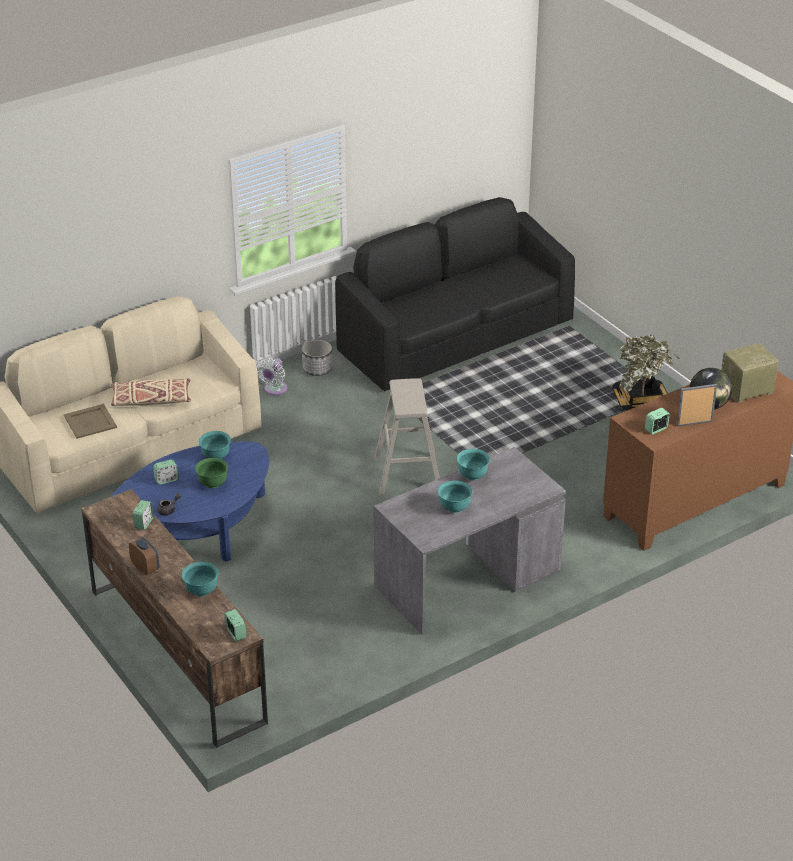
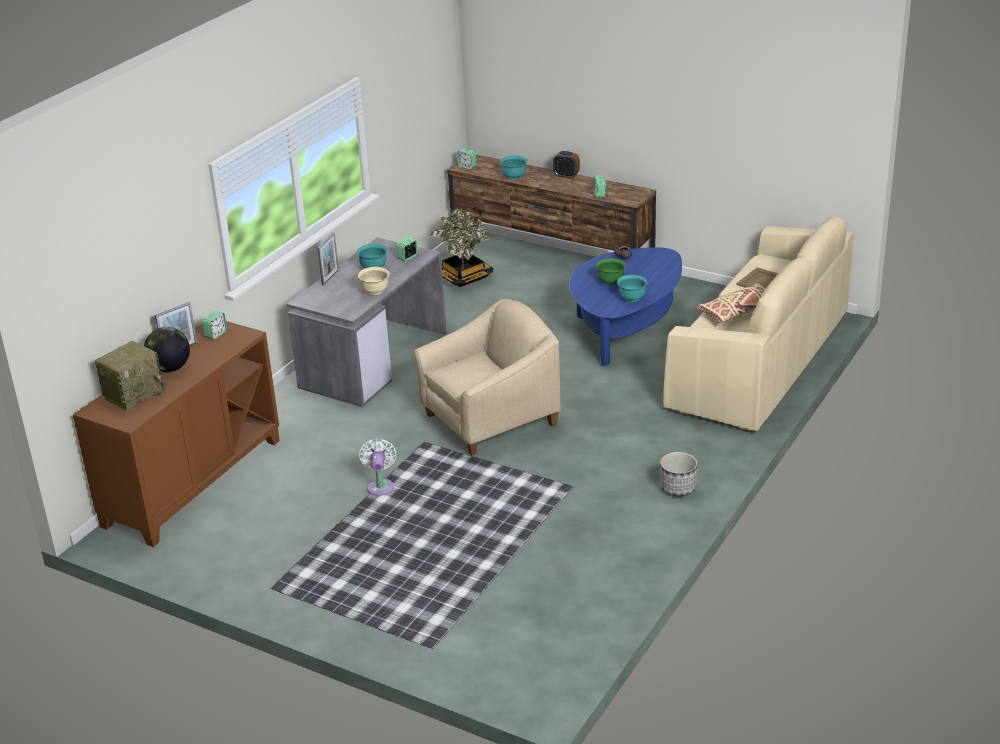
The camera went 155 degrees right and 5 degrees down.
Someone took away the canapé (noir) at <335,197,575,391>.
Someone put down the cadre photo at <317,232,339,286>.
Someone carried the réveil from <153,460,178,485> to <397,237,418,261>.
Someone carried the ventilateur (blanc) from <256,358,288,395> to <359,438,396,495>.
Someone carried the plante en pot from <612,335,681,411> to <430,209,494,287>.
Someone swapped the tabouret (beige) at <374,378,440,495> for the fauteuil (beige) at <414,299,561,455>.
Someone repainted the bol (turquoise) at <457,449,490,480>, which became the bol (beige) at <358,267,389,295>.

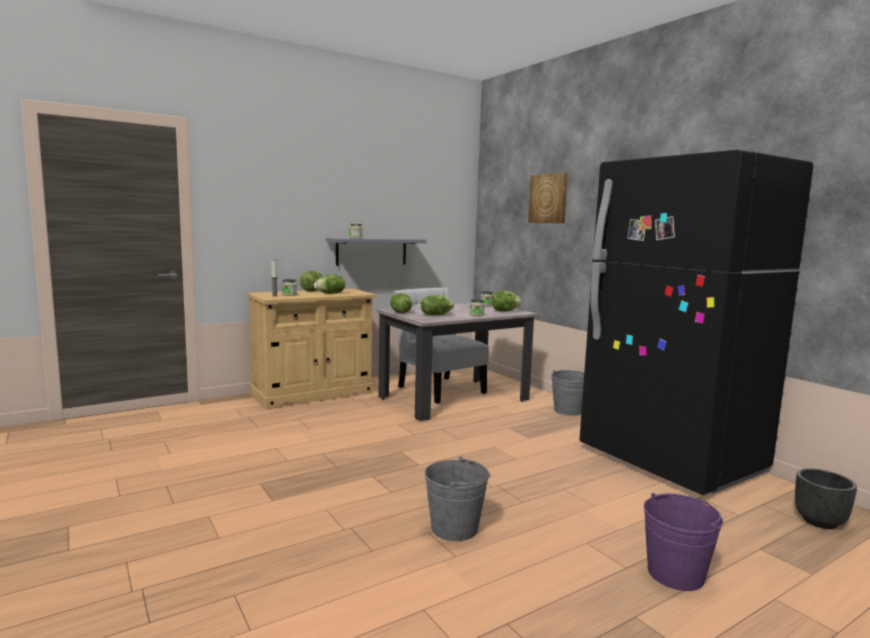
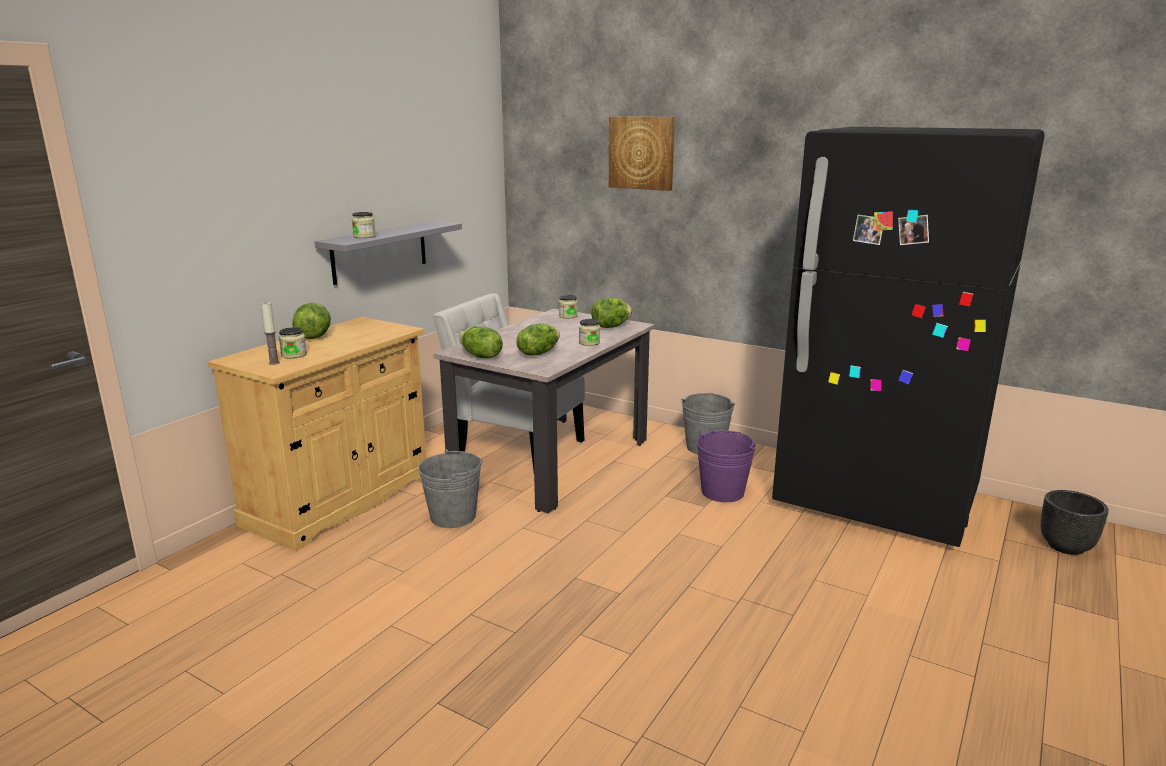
The camera went 25 degrees left and 10 degrees up.
Someone took away the laitue at <314,275,345,294>.
Someone carried the seau (gris) from <424,456,491,541> to <418,449,483,528>.
Someone carried the seau (violet) from <644,493,723,591> to <696,430,756,502>.

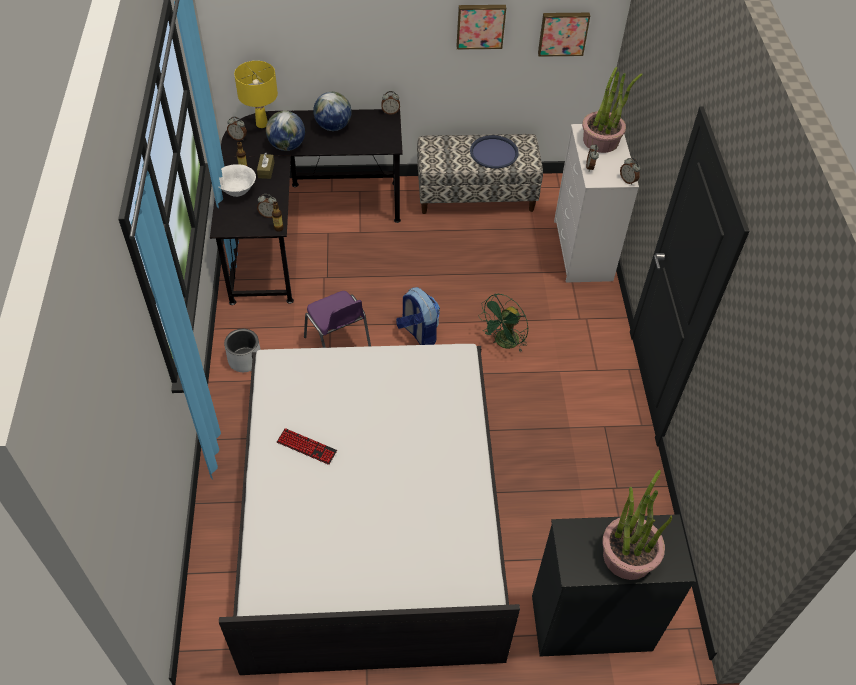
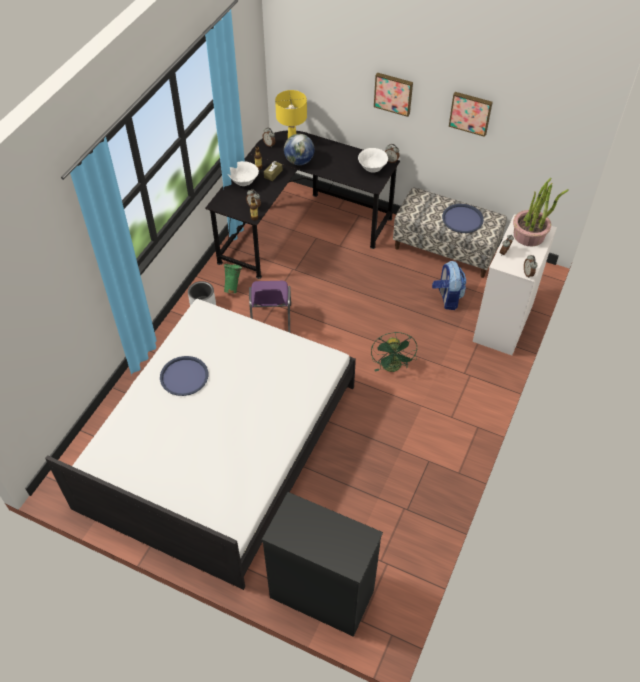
The camera went 30 degrees right and 0 degrees up.
Someone took away the globe at <313,92,352,131>.
Someone took away the plante en pot at <602,470,672,580>.
Someone put down the vase (vert) at <224,264,242,293>.
Someone put down the bol (blanc) at <358,148,388,173>.
Someone carried the sac à dos from <396,287,440,345> to <432,261,466,310>.
Someone carried the tableau from <538,13,590,57> to <374,73,413,117>.
Someone swapped the clavier at <277,428,337,465> for the plateau (bleu) at <160,356,208,396>.
Someone rotated the ventilateur (vert) at <478,293,528,352> by 75 degrees counterclockwise.

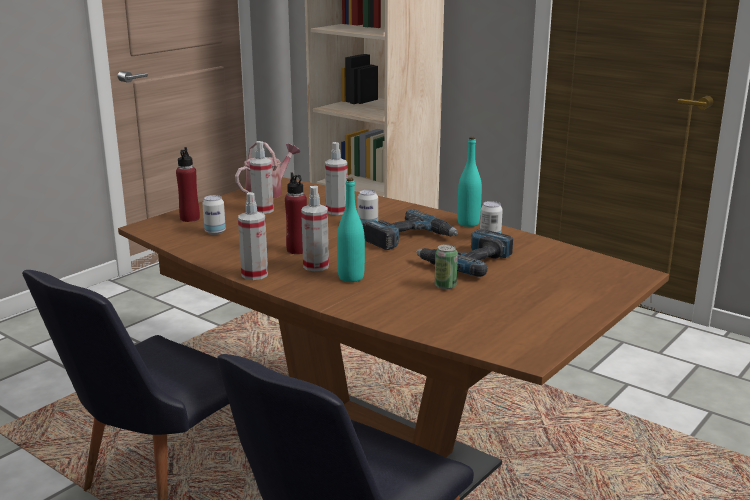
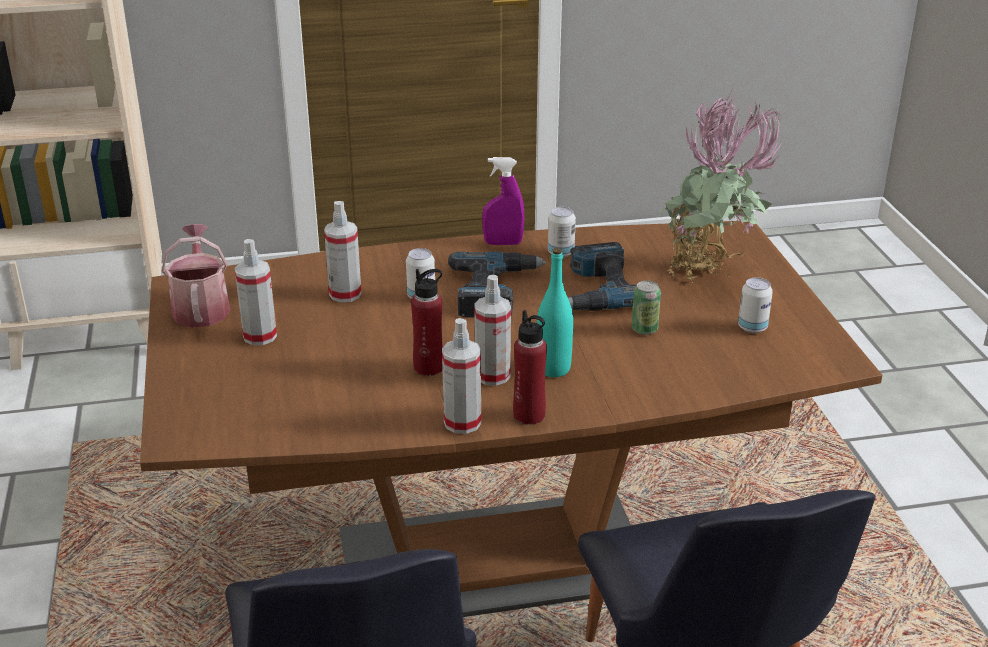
The camera went 50 degrees left and 10 degrees up.
Someone put down the plante en pot at <659,91,781,283>.
Someone carried the bouteille (rouge) from <176,147,200,222> to <513,310,547,425>.
Someone carried the boîte métallique from <203,195,226,235> to <738,277,773,333>.
Someone swapped the bouteille (turquoise) at <457,137,482,227> for the vaporisateur (violet) at <482,157,524,245>.

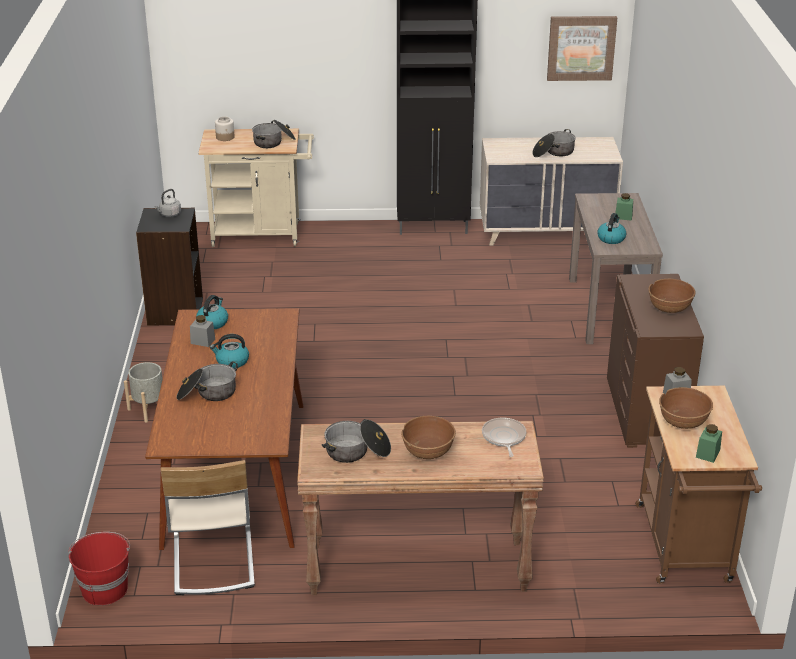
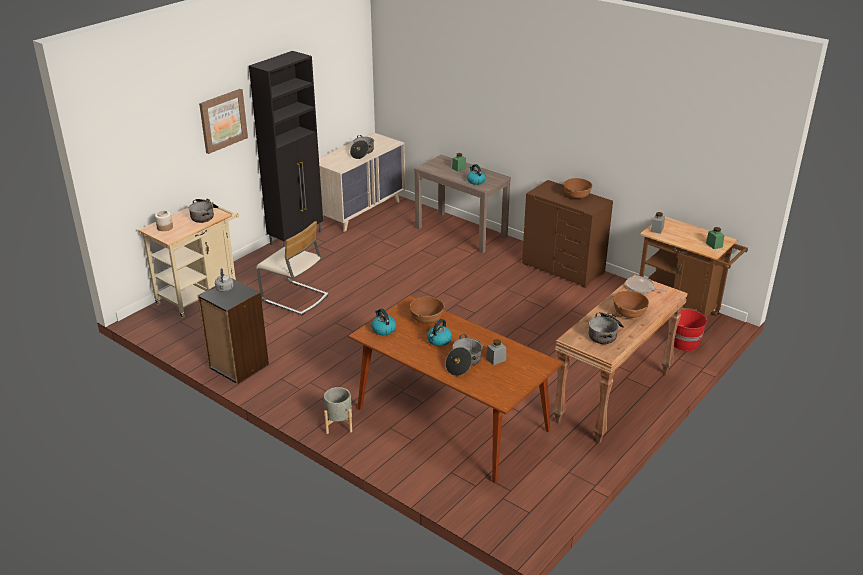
The camera went 50 degrees left and 0 degrees up.
Someone carried the seau (rouge) from <68,532,130,605> to <674,308,707,351>.
Someone carried the chaise (beige) from <161,460,255,595> to <256,221,329,316>.
Someone carried the bocal (gris) from <190,315,215,347> to <486,339,506,365>.
Someone carried the tableau from <547,16,617,81> to <199,89,248,154>.
Someone carried the bol (marron) from <659,387,713,429> to <410,297,444,324>.

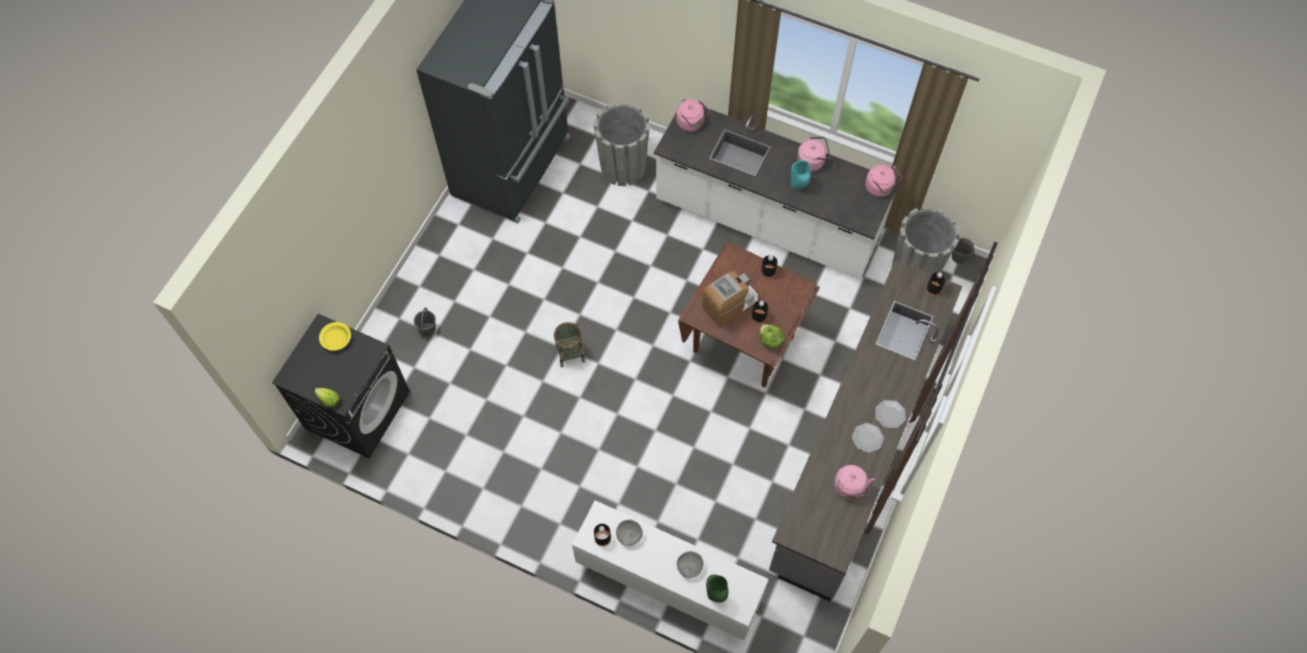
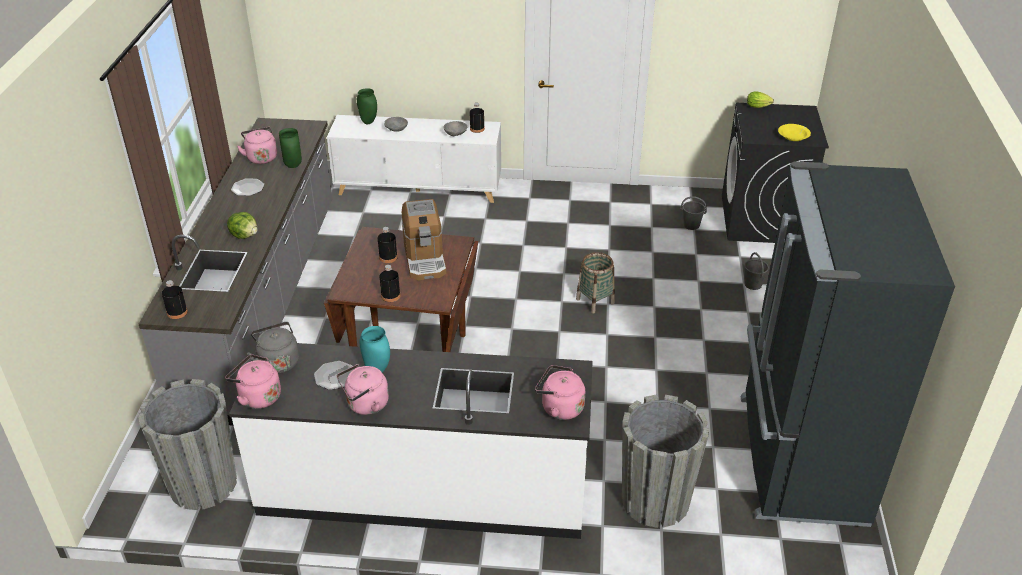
The camera went 160 degrees right and 25 degrees down.
Someone put down the bouilloire (gris) at <247,322,299,374>.
Someone put down the vase (vert) at <279,128,302,168>.
Someone carried the laitue from <760,324,785,349> to <227,212,257,239>.
Someone carried the assiette from <875,400,906,428> to <314,361,354,390>.
Someone carried the seau (gris) from <952,238,975,264> to <681,196,707,230>.
Someone rotated the machine à café at <702,271,758,328> by 45 degrees counterclockwise.

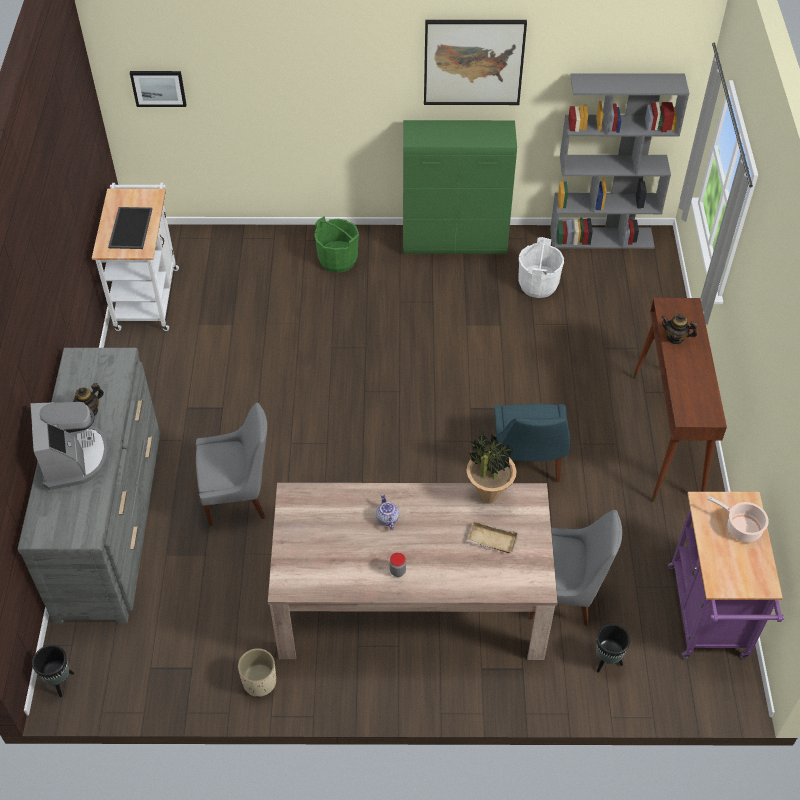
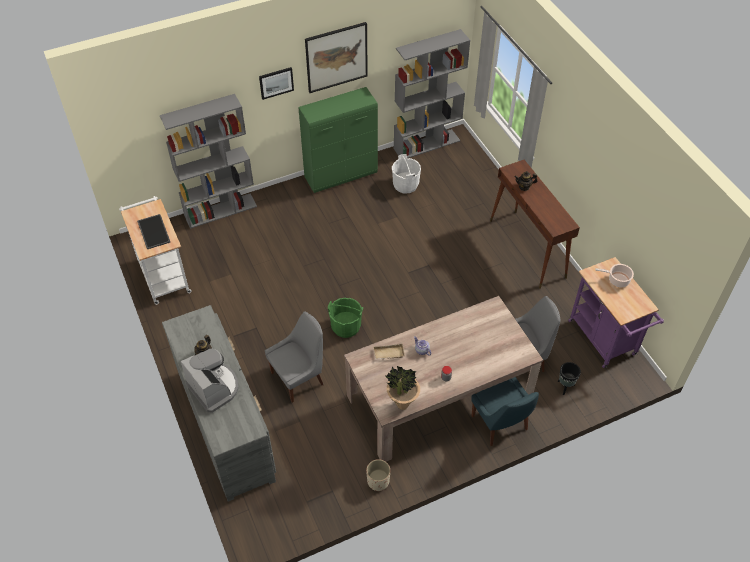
The camera went 25 degrees left and 0 degrees up.
Someone took away the cache-pot (noir) at <32,645,74,697>.
Someone put down the bibliothèque (gris) at <160,94,257,229>.
Someone carried the tableau from <130,71,186,107> to <259,67,294,100>.
Someone carried the seau (vert) from <314,217,359,273> to <328,298,363,338>.
Someone carried the plante en pot from <466,432,517,504> to <385,366,420,410>.
Someone carried the plateau (beige) from <467,521,519,553> to <373,343,405,360>.
Someone carried the chaise (bleu) from <494,404,570,483> to <471,377,539,446>.

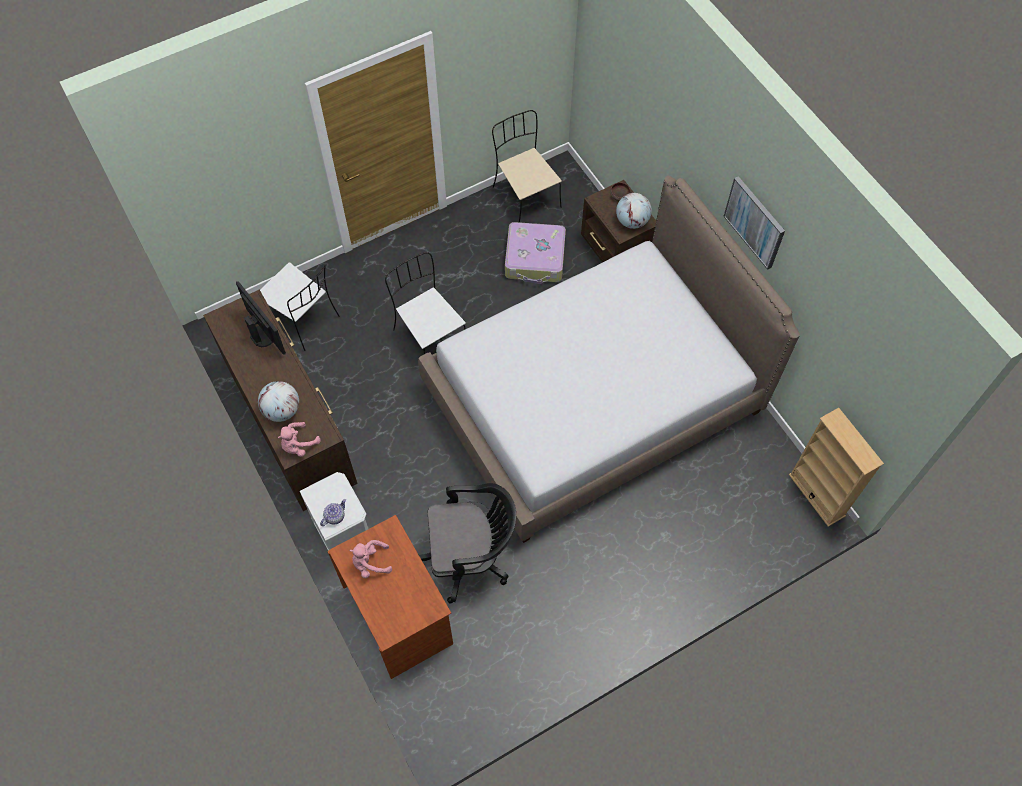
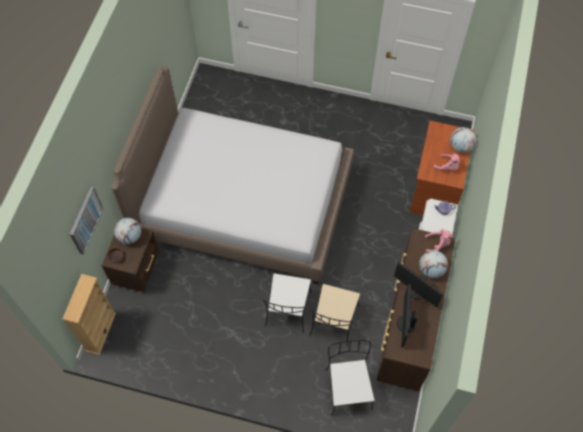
The camera went 135 degrees left and 0 degrees up.
Someone took away the chaise de bureau (noir) at <418,483,516,603>.
Someone took away the valise at <505,222,566,284>.
Someone put down the écran d'ordinateur at <394,262,443,307>.
Someone put down the globe at <450,127,476,153>.
Someone carried the chaise (beige) from <492,110,562,222> to <310,284,360,346>.
Someone carried the tableau from <723,176,785,270> to <70,187,103,255>.
Someone carried the bibliothèque (beige) from <789,408,884,527> to <62,274,116,355>.

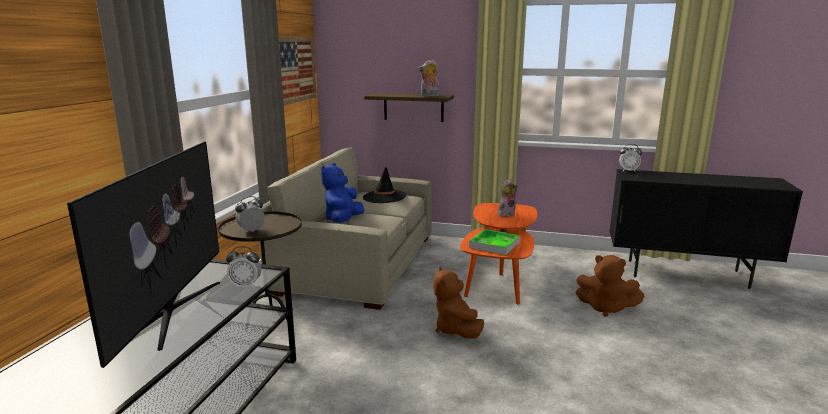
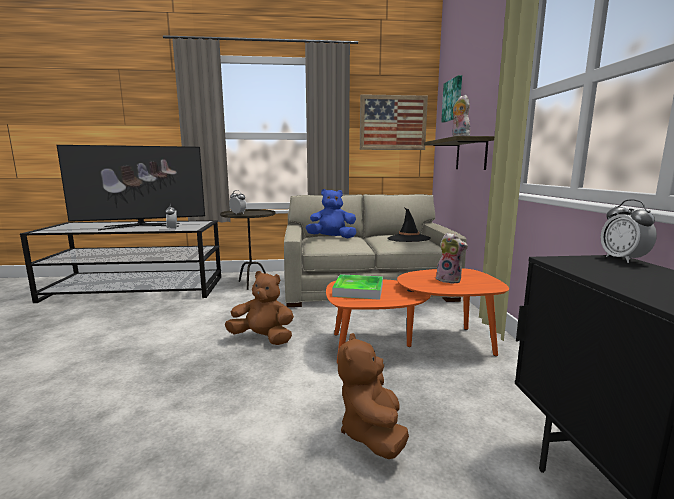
The camera went 70 degrees right and 5 degrees down.
Someone put up the tableau at <441,75,462,122>.
Someone rotated the peluche (marron) at <433,266,484,339> by 45 degrees clockwise.

